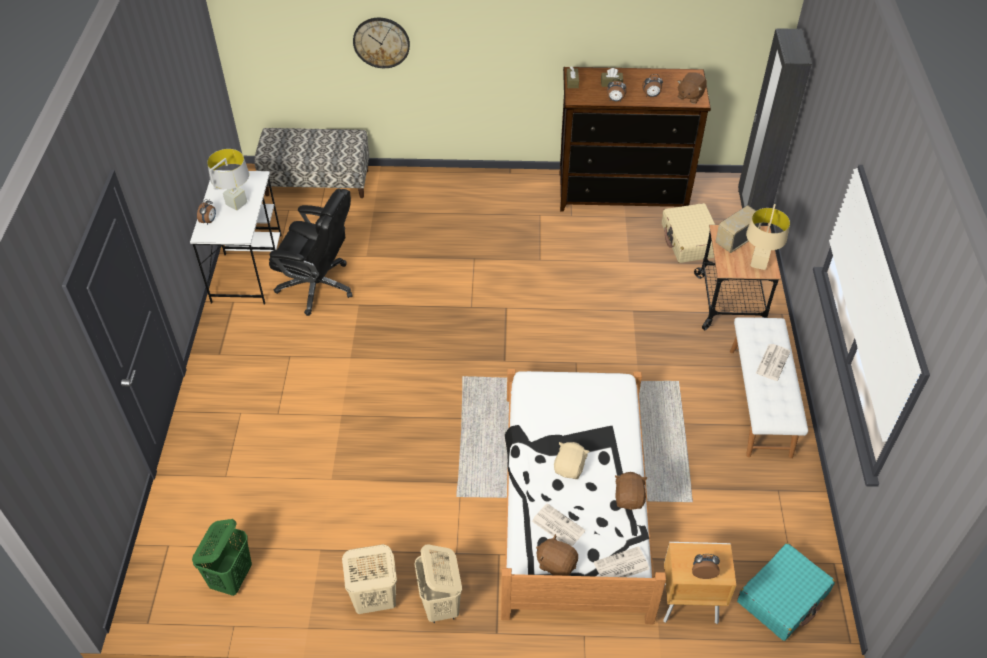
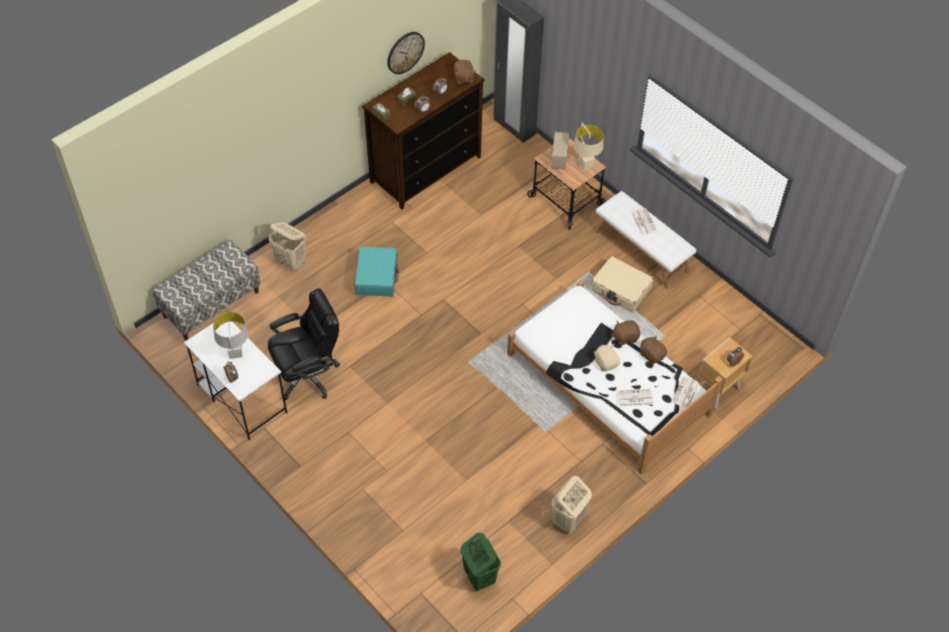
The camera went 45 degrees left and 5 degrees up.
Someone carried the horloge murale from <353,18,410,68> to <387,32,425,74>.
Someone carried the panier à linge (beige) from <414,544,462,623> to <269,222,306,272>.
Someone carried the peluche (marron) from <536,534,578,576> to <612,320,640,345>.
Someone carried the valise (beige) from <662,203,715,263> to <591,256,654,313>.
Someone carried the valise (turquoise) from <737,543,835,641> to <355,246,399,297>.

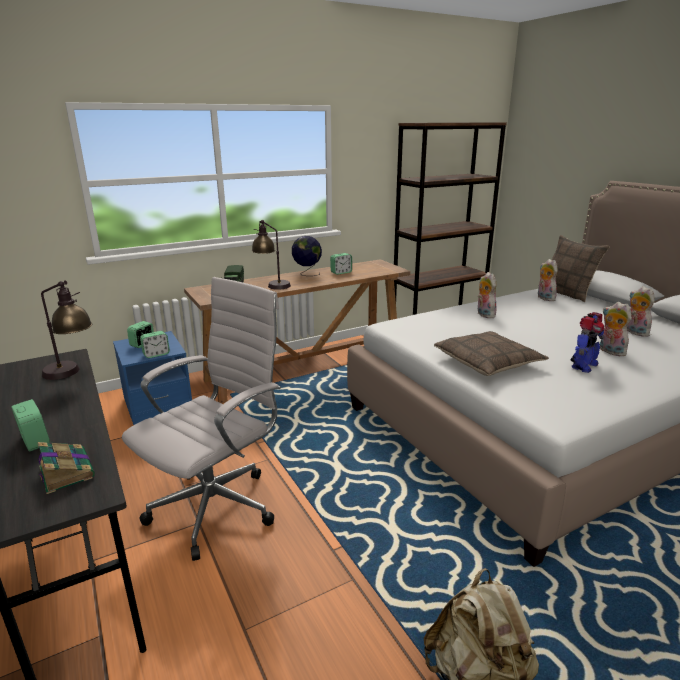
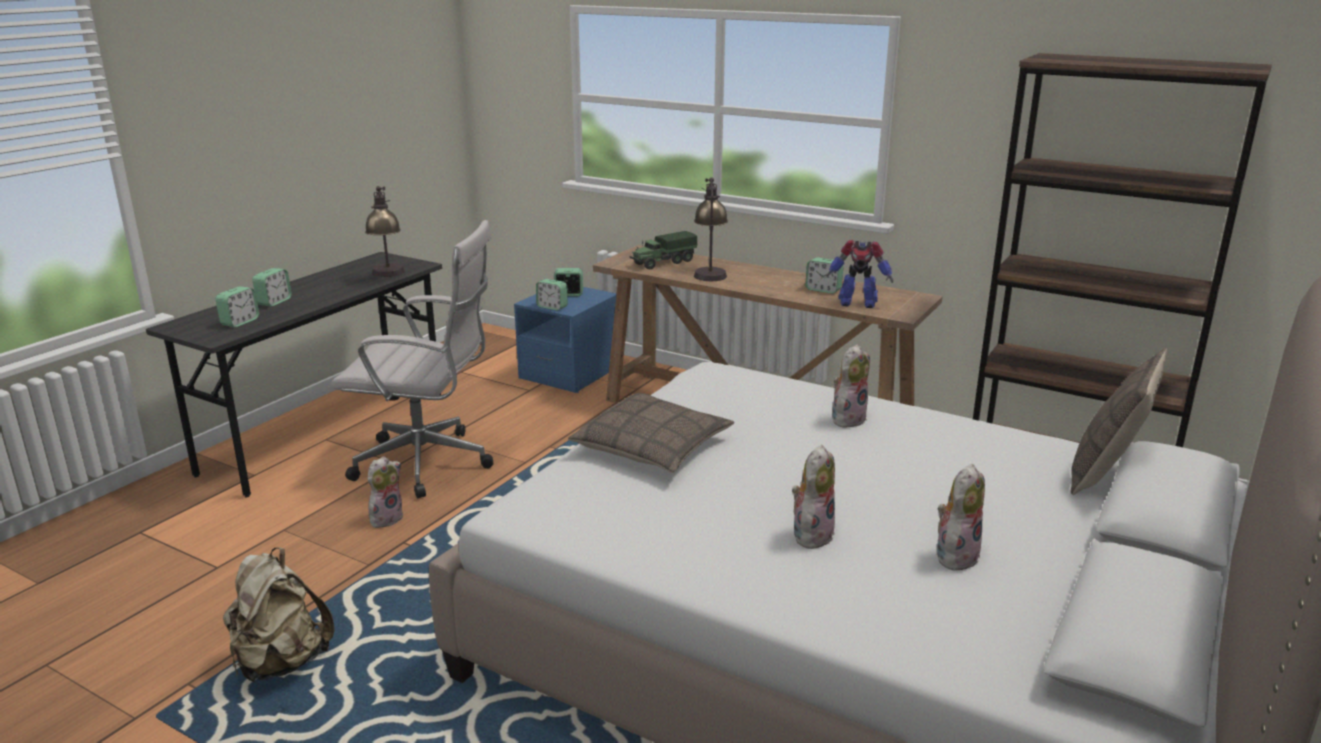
The camera went 60 degrees right and 0 degrees up.
Someone took away the globe at <292,236,322,276>.
Someone carried the peluche from <538,259,558,301> to <368,456,403,528>.
Someone carried the robot jouet from <570,312,604,373> to <826,240,893,308>.
Someone swapped the livre at <37,442,95,494> for the réveil at <215,286,259,327>.

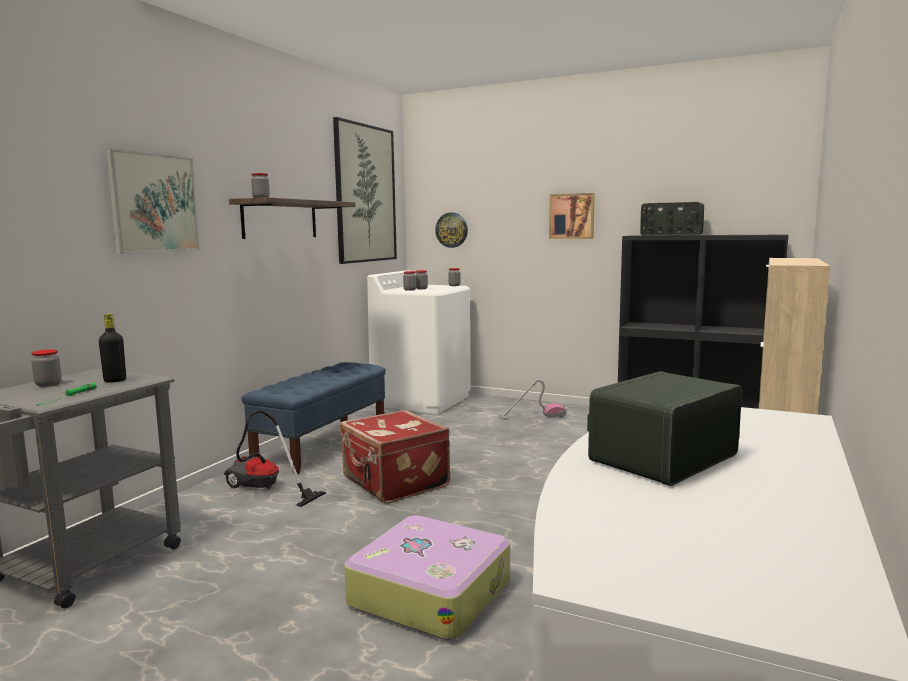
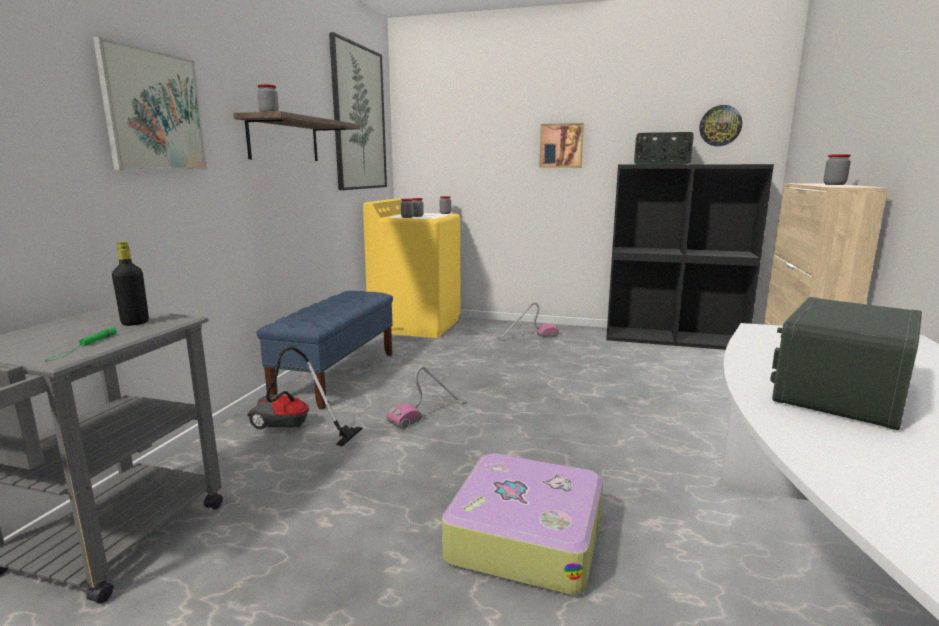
The camera went 10 degrees left and 5 degrees up.
Someone carried the bocal from <31,349,62,387> to <824,154,851,185>.
Someone carried the horloge murale from <435,213,468,248> to <699,105,742,146>.
Someone swapped the valise (rouge) at <340,410,450,504> for the aspirateur at <386,366,467,429>.
Someone repainted the lave-linge (blanc) at <367,270,471,414>, which became the lave-linge (jaune) at <363,199,461,338>.

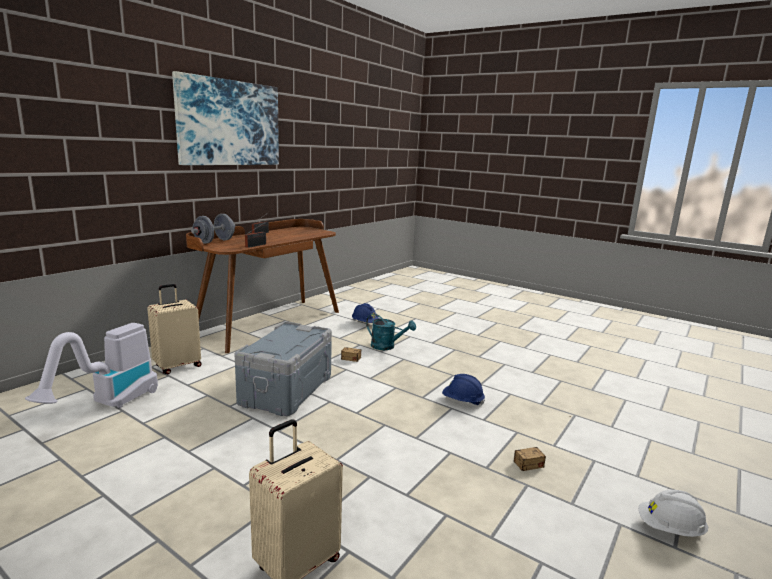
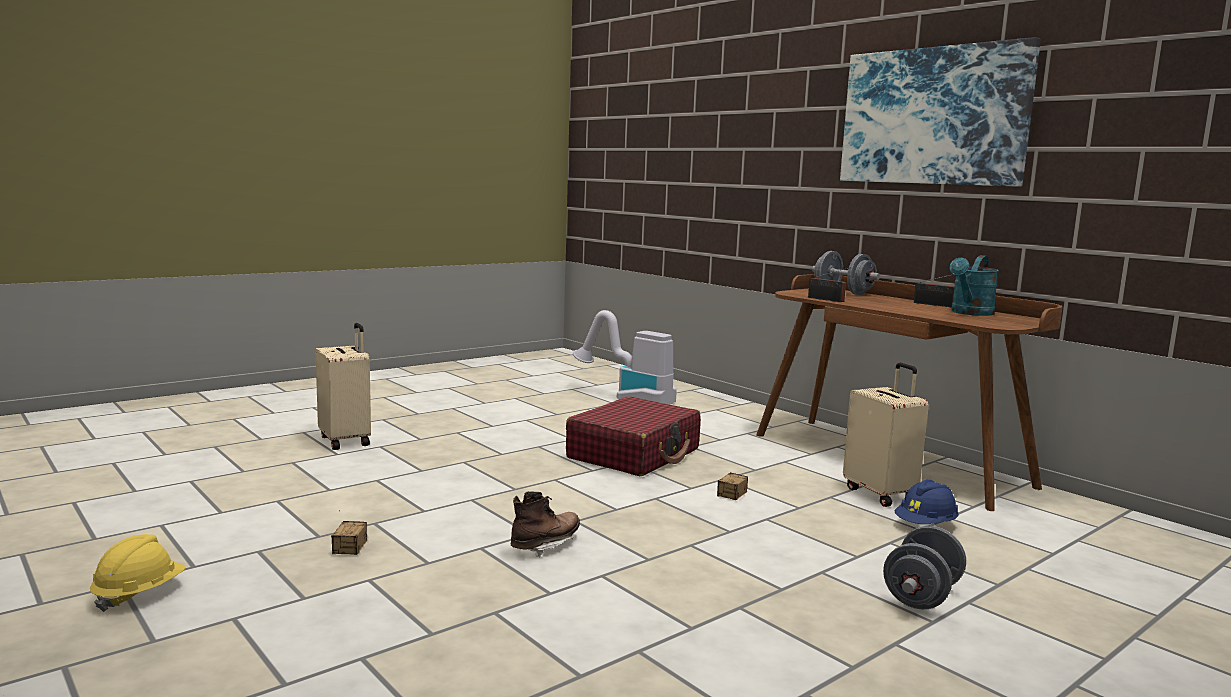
The camera went 105 degrees right and 5 degrees down.
Someone put down the haltère (gris) at <883,526,966,609>.
Someone carried the valise (beige) from <147,284,202,374> to <843,363,929,507>.
Someone carried the arrosoir (turquoise) from <366,314,416,350> to <950,255,998,316>.
Someone swapped the boîte de rangement (gris) at <235,322,332,416> for the valise (rouge) at <566,396,701,476>.
Someone swapped the casque de chantier (bleu) at <442,374,485,406> for the botte (marron) at <511,491,580,557>.
Someone repainted the casque de chantier (blanc) at <638,490,708,537>, which became the casque de chantier (jaune) at <90,534,185,612>.

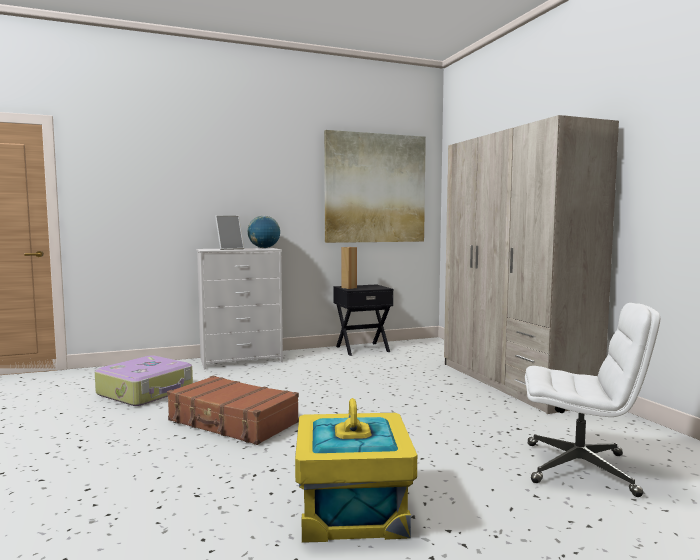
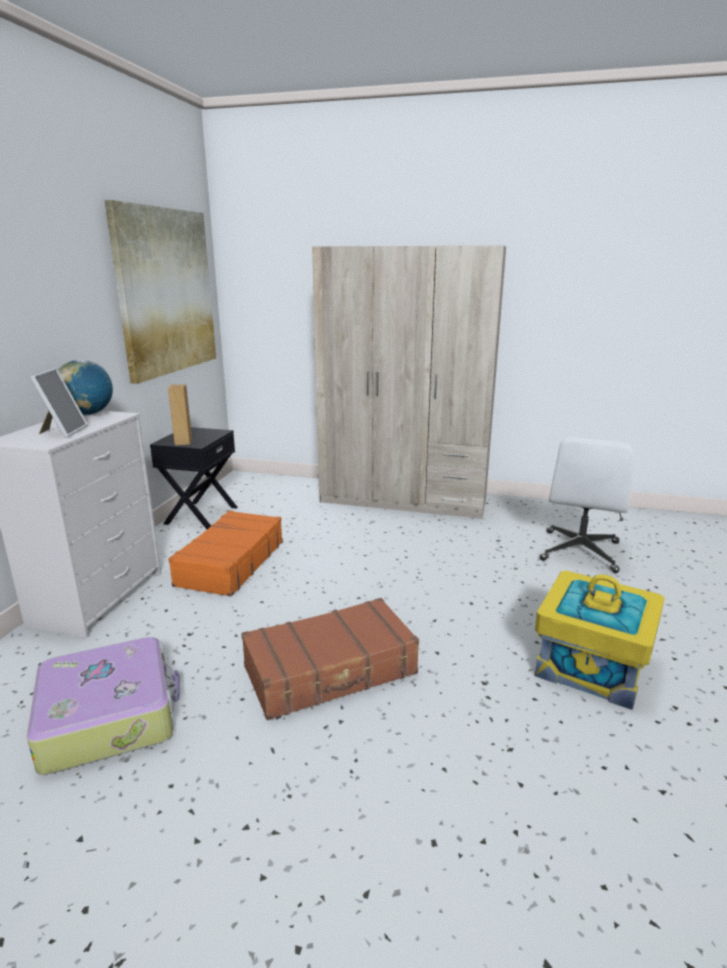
The camera went 55 degrees left and 15 degrees up.
Someone put down the valise (orange) at <168,510,283,597>.
Someone rotated the chaise de bureau (blanc) at <525,303,660,497> by 150 degrees clockwise.

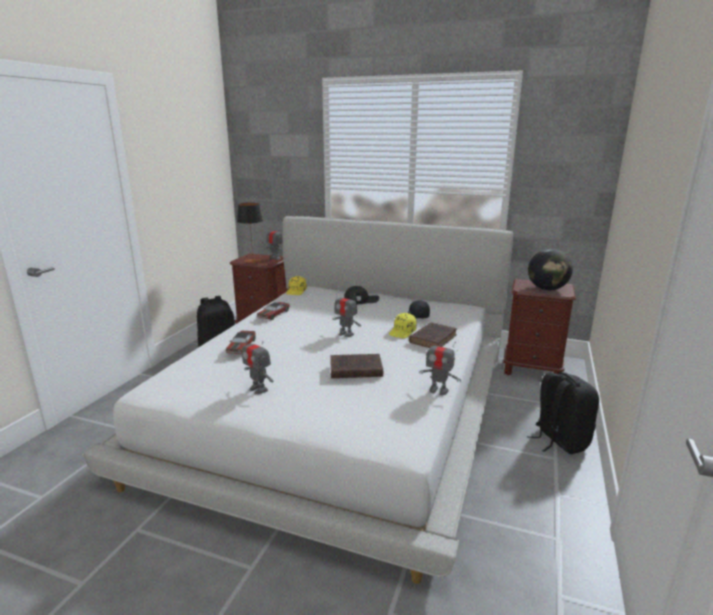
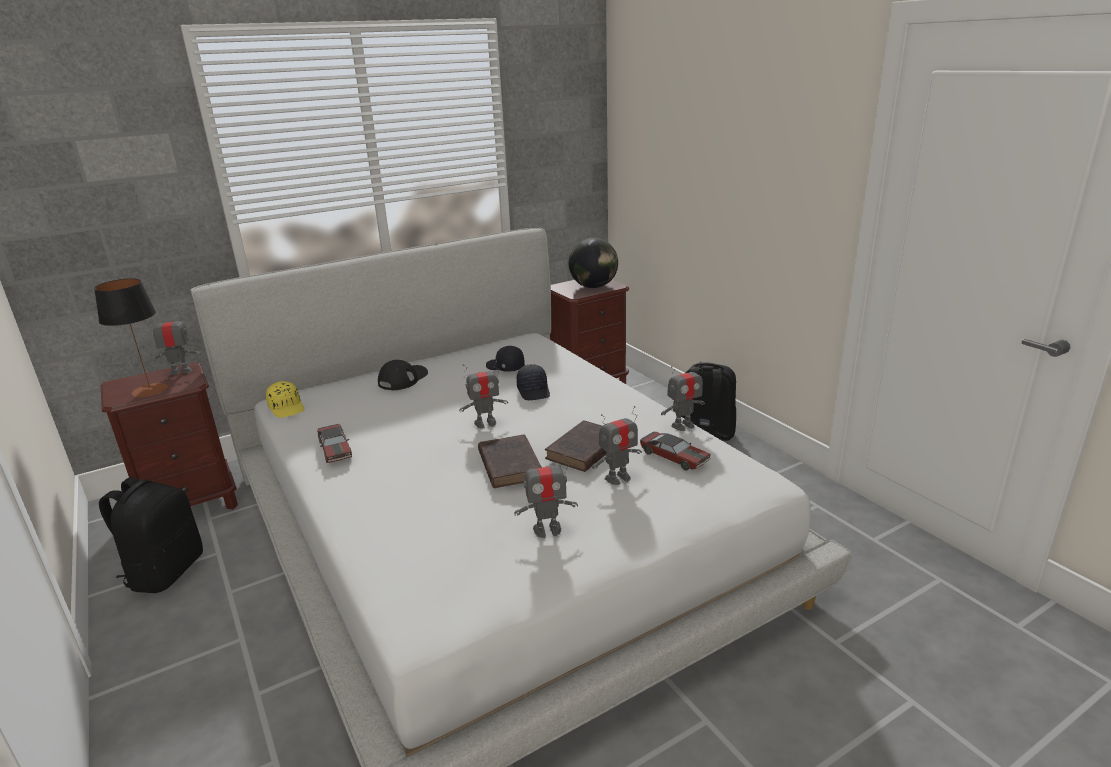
The camera went 50 degrees left and 5 degrees up.
Someone put down the robot jouet at <592,406,642,485>.
Someone carried the petite voiture from <226,331,256,354> to <640,432,711,470>.
Someone carried the livre (marron) from <409,322,457,348> to <478,434,542,488>.
Someone repainted the casquette (jaune) at <389,313,417,338>, which became the casquette (noir) at <516,364,550,400>.

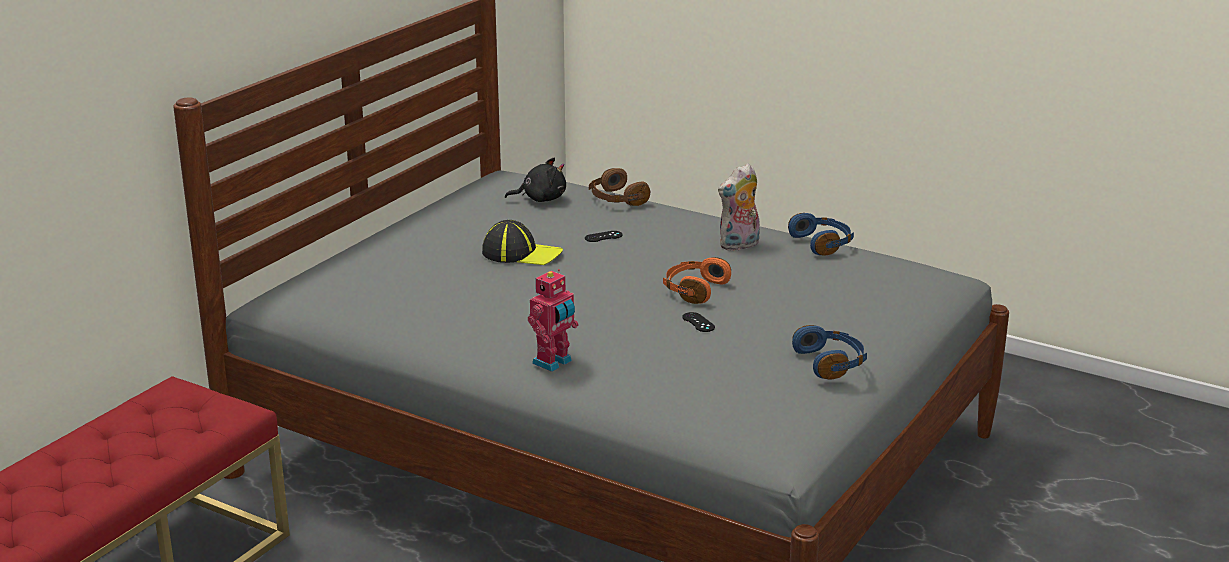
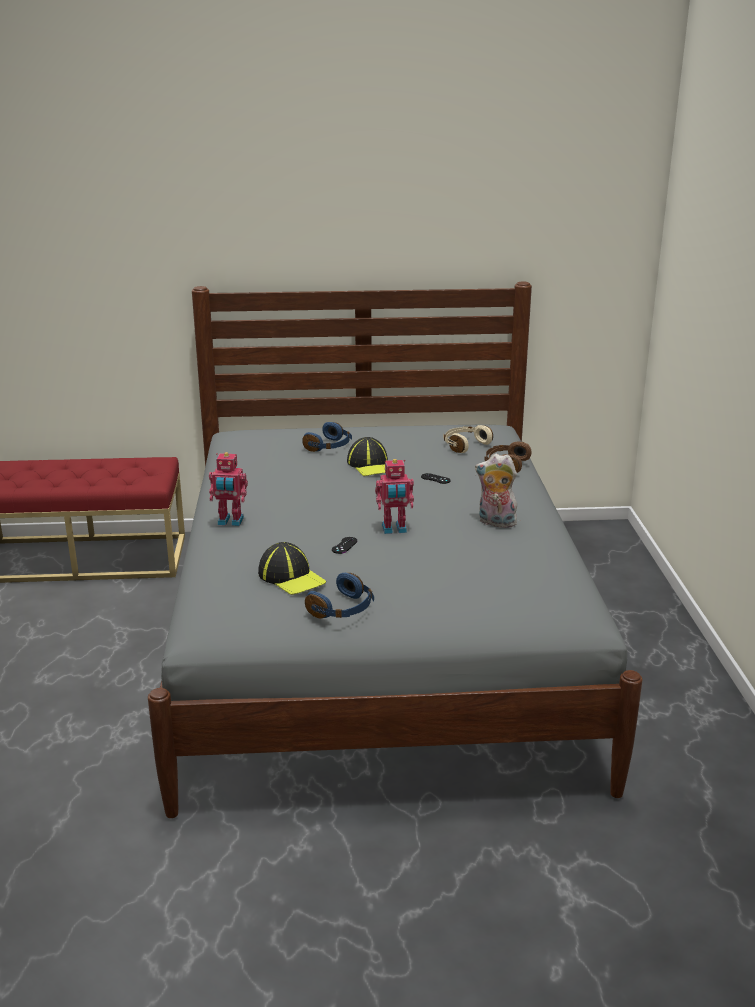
The camera went 55 degrees right and 0 degrees up.
Someone put down the casquette at <258,542,326,595>.
Someone carried the casque audio (bleu) from <788,213,854,256> to <302,422,352,452>.
Someone swapped the peluche (noir) at <505,158,566,202> for the casque audio (beige) at <443,425,493,453>.
Someone swapped the casque audio (orange) at <663,257,731,304> for the robot jouet at <375,459,414,534>.

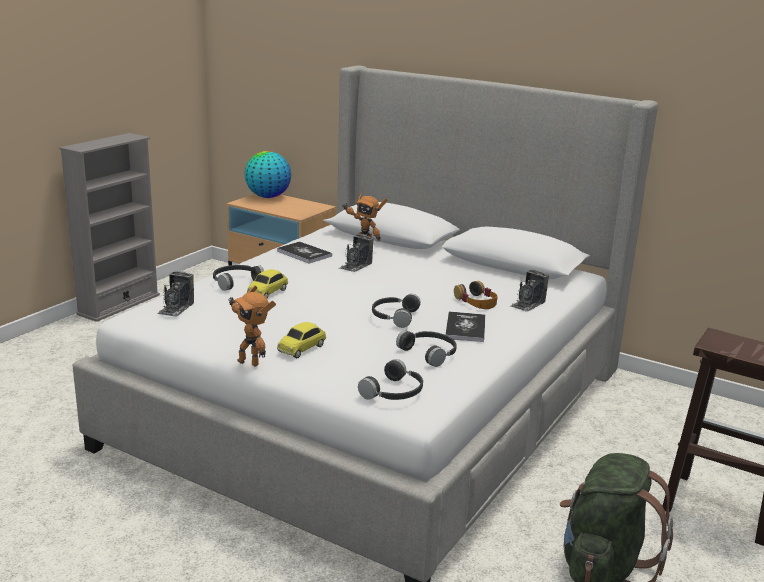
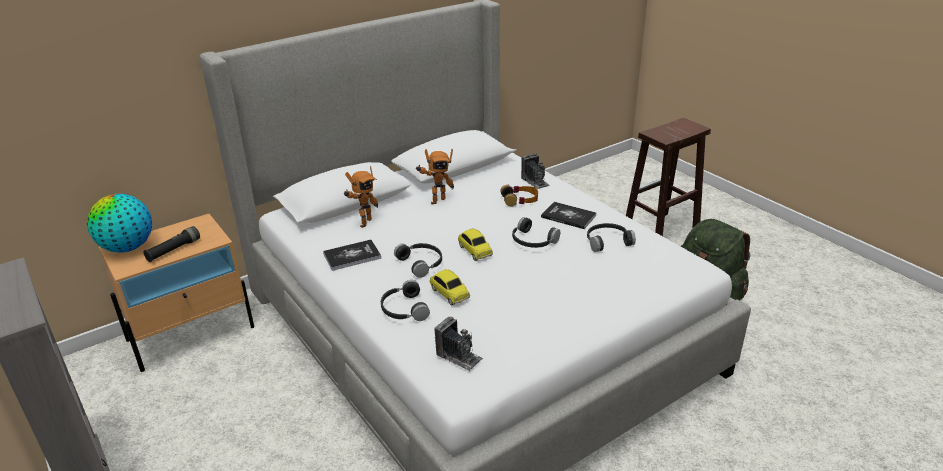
The camera went 65 degrees left and 10 degrees up.
Someone took away the appareil photo at <340,234,374,272>.
Someone put down the lampe de poche (noir) at <143,226,200,262>.
Someone carried the robot jouet from <228,285,276,367> to <415,149,454,204>.
Someone carried the petite voiture from <277,322,326,359> to <458,229,493,261>.
Someone carried the casque audio (noir) from <358,359,423,400> to <394,243,442,278>.

